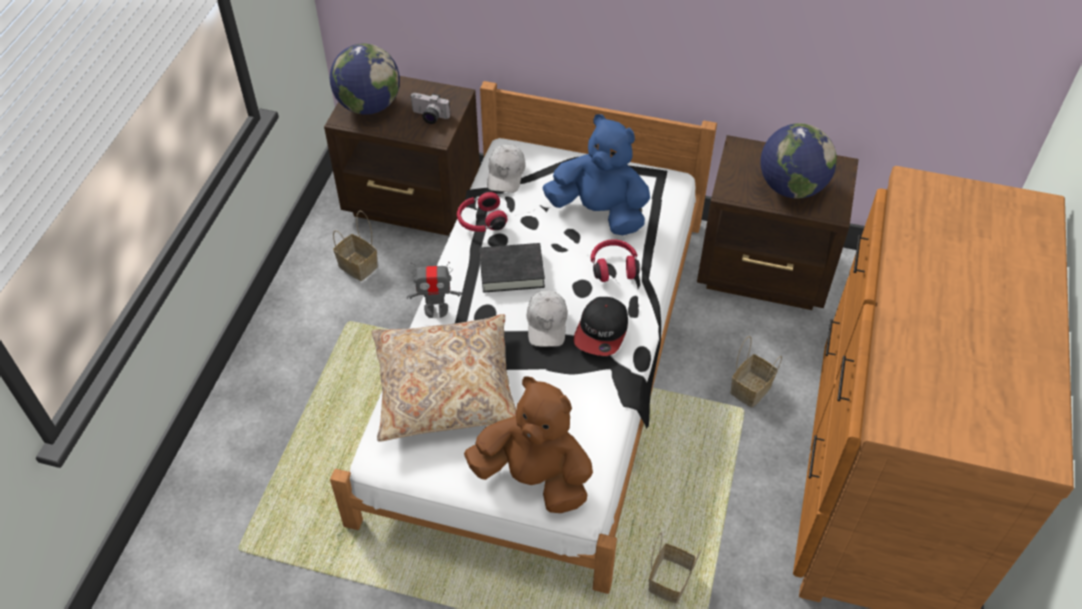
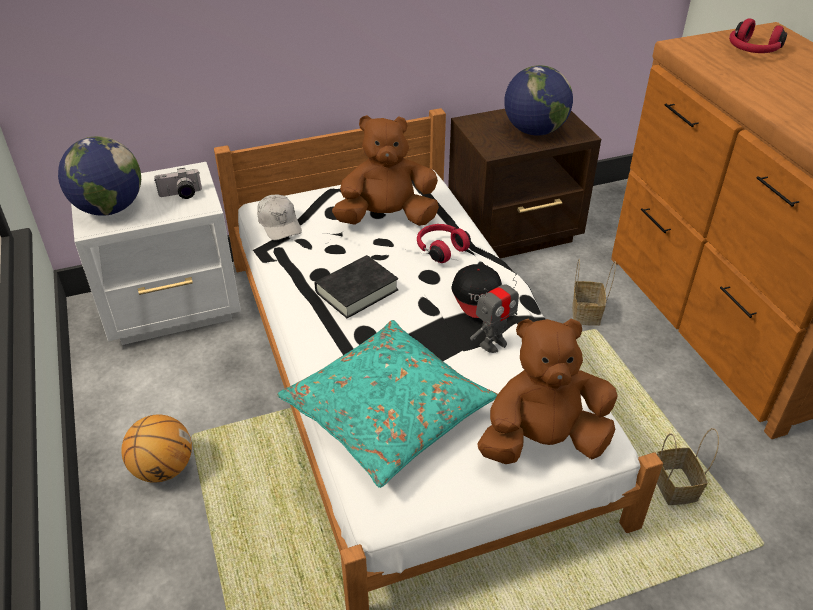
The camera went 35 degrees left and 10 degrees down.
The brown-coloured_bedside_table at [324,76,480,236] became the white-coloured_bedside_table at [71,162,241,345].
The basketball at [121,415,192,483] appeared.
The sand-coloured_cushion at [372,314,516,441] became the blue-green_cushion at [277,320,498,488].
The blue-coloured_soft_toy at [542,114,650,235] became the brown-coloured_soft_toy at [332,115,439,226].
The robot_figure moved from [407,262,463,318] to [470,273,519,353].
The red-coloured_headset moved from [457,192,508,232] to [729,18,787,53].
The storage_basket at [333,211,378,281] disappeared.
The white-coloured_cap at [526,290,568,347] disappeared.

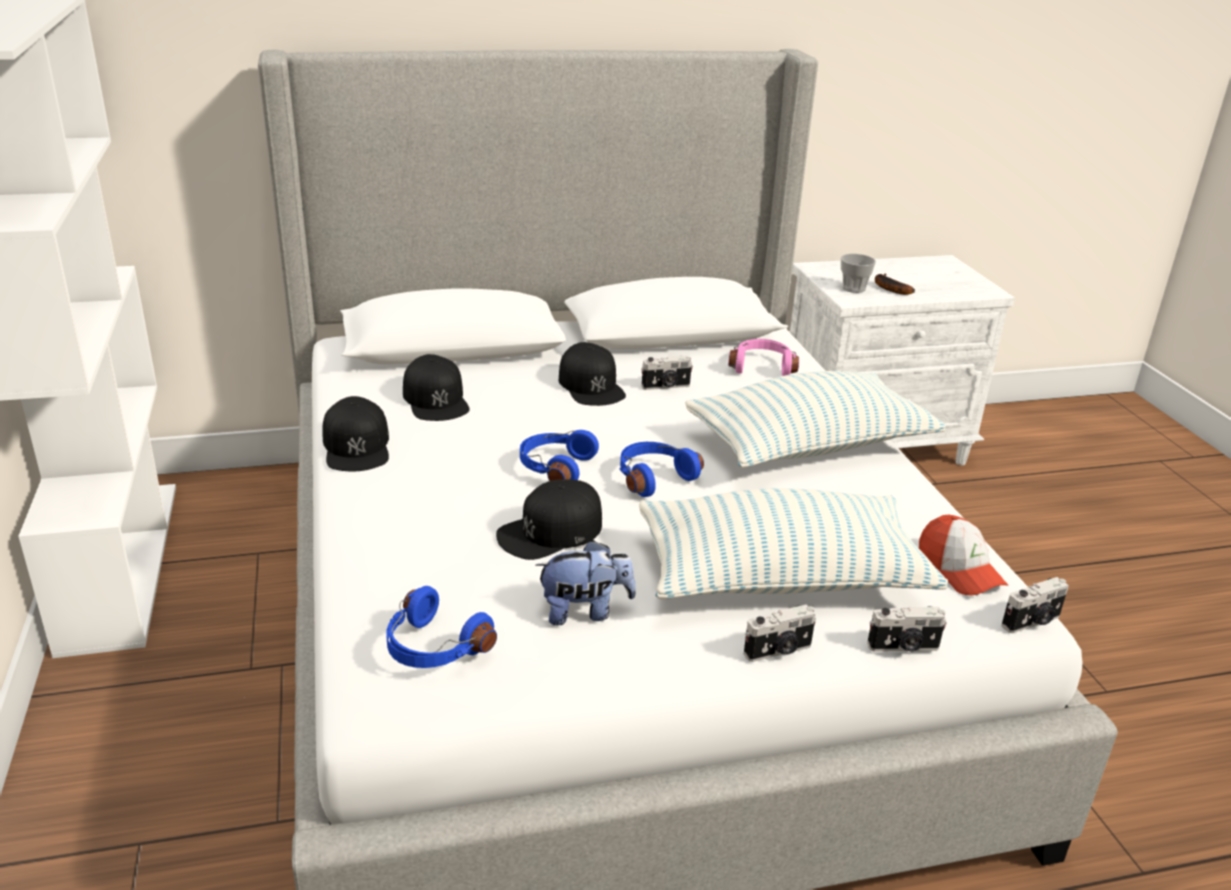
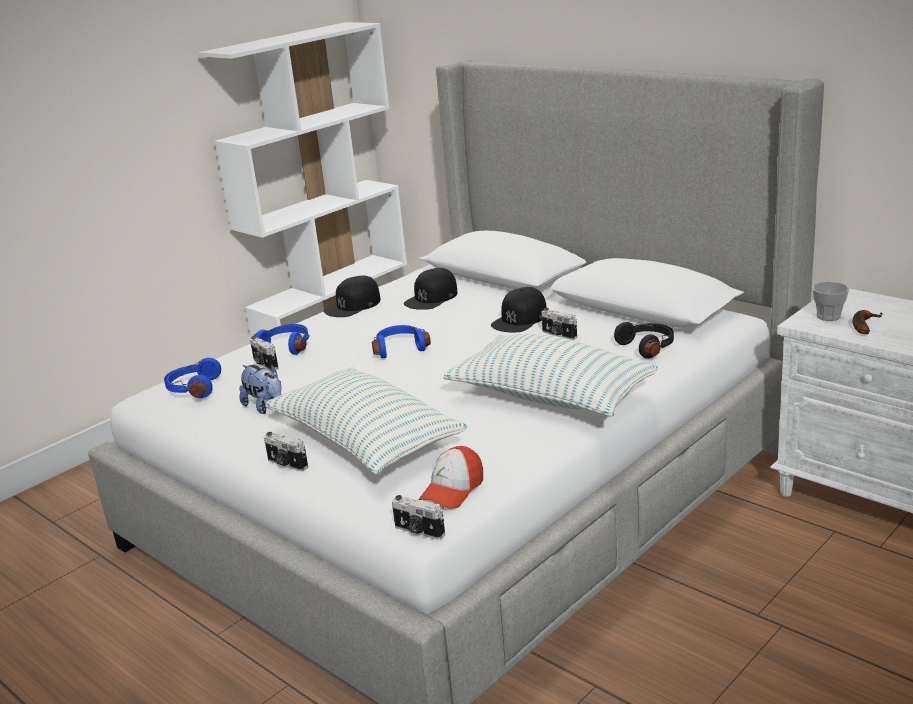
The camera went 60 degrees right and 5 degrees down.
The photo_camera moved from [867,606,947,652] to [250,336,278,371].
The blue-coloured_headset moved from [620,442,704,497] to [253,324,310,355].
The pink-coloured_headset at [728,339,799,376] became the blackish_headset at [614,322,674,359].
The blackish_cap at [496,480,602,560] disappeared.

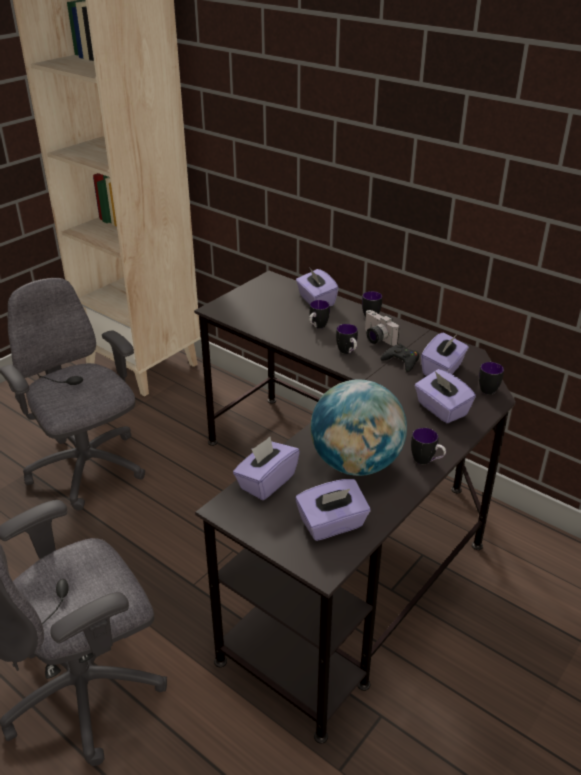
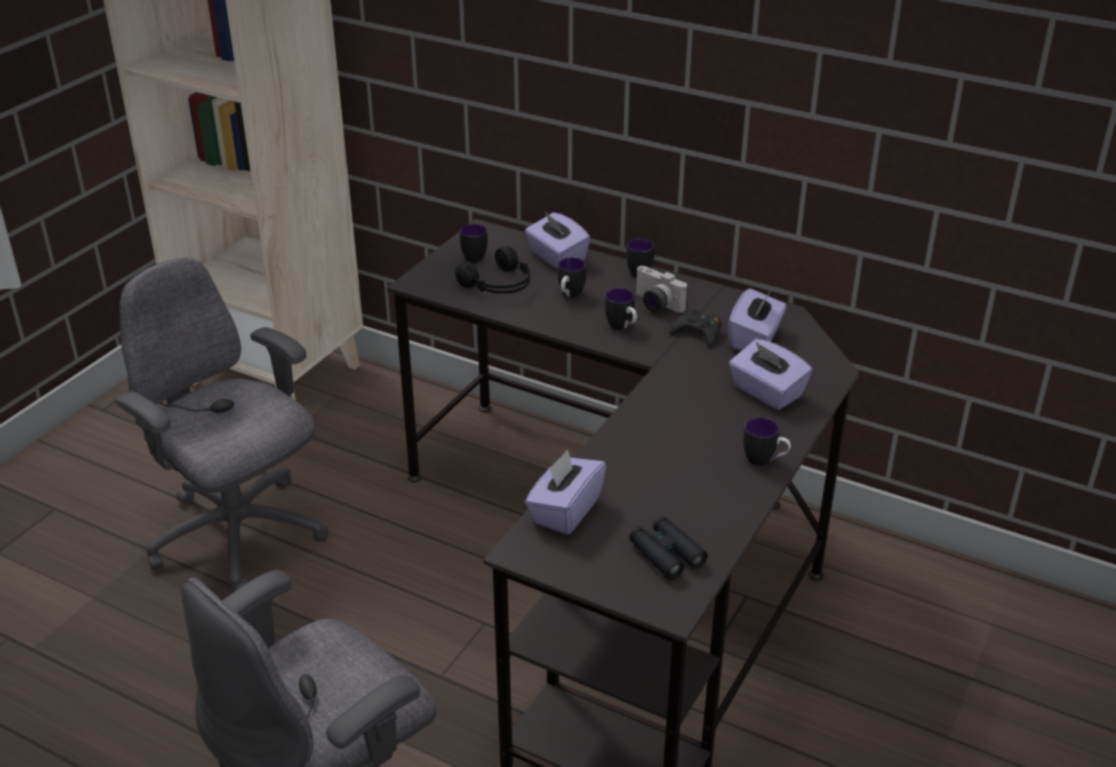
The camera went 10 degrees left and 0 degrees up.
The blackish_headset at [455,246,530,294] appeared.
The coffee_mug moved from [479,362,504,395] to [460,224,488,263].
The purple_tissue_holder at [295,479,371,541] was replaced by the blackish_pair_of_binoculars at [629,516,708,580].
The desk_globe at [310,379,407,476] disappeared.

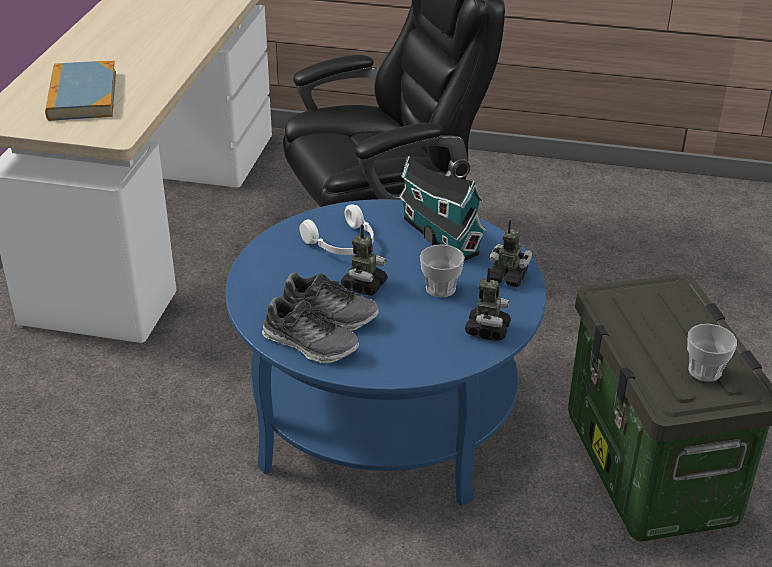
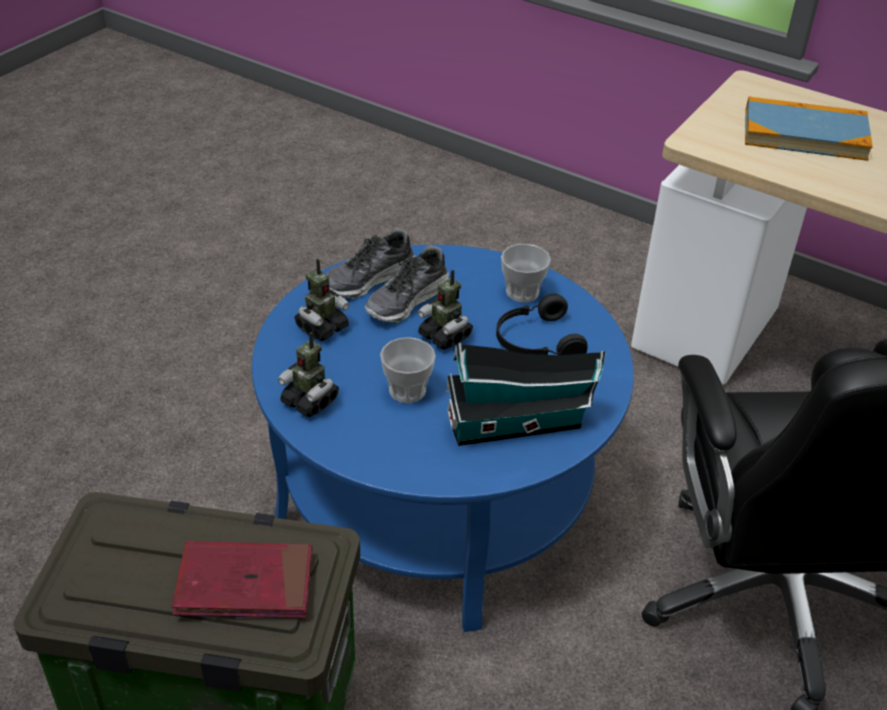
The camera went 110 degrees right and 5 degrees up.
The red-coloured_bound_book at [172,541,312,619] appeared.
The robot_figure moved from [490,220,532,287] to [295,258,350,341].
The white-coloured_headset at [300,205,374,255] became the blackish_headset at [496,293,588,355].
The cup moved from [687,324,737,382] to [501,244,551,303].

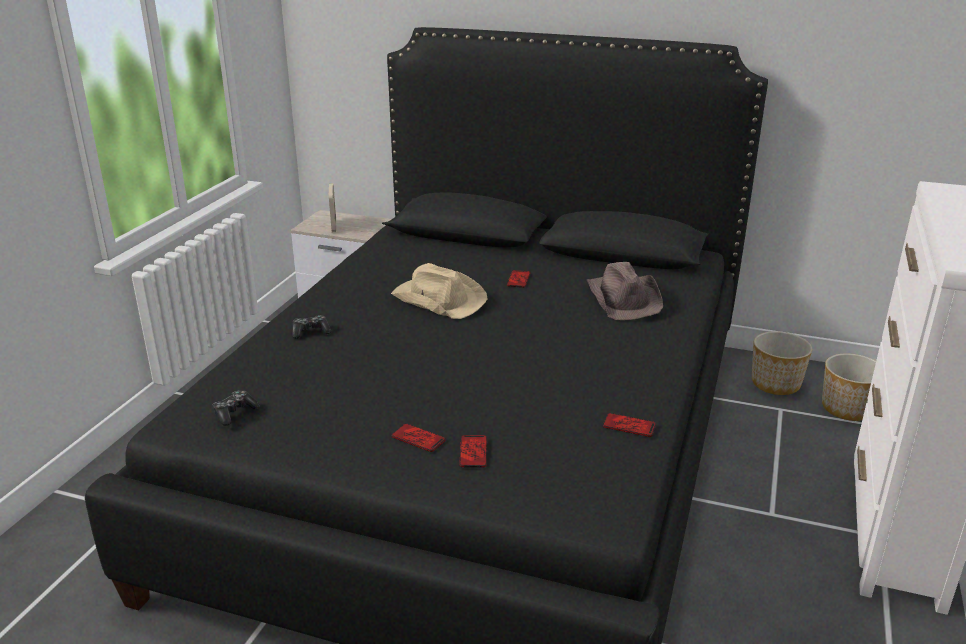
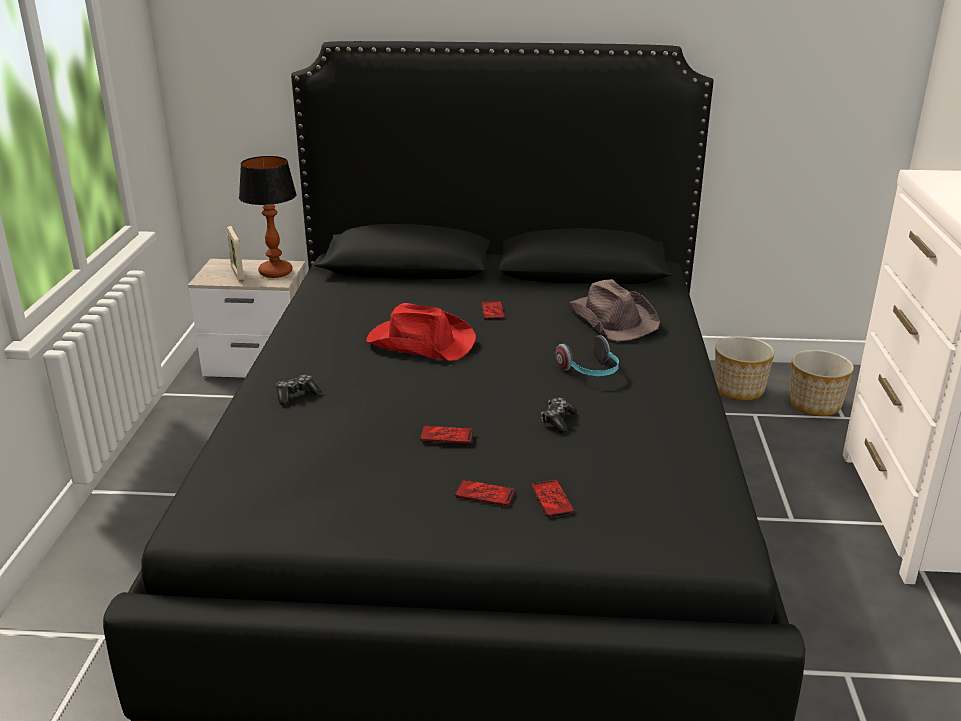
The camera went 15 degrees left and 0 degrees up.
The tabletop_lamp at [239,156,297,278] appeared.
The sand-coloured_wearable_hat at [391,263,488,319] became the red-coloured_wearable_hat at [366,303,476,361].
The handset moved from [603,413,656,437] to [420,426,474,444].
The joypad moved from [213,390,260,426] to [541,397,577,433].
The headset at [556,335,619,376] appeared.

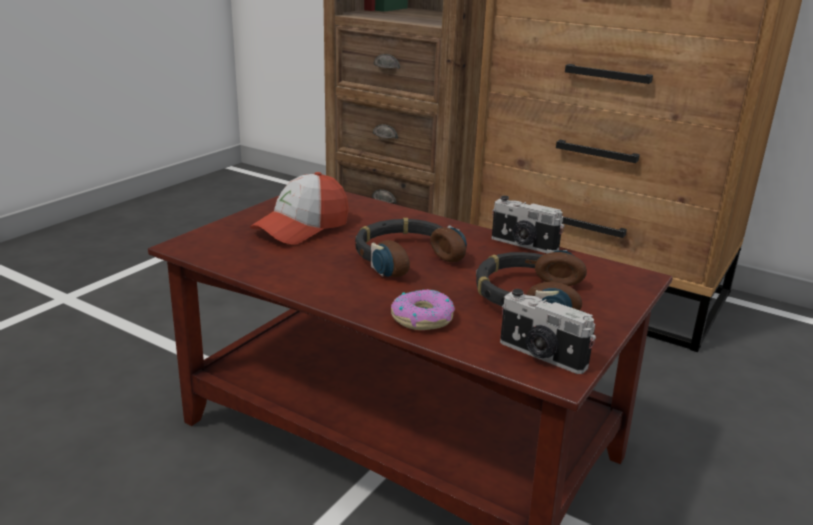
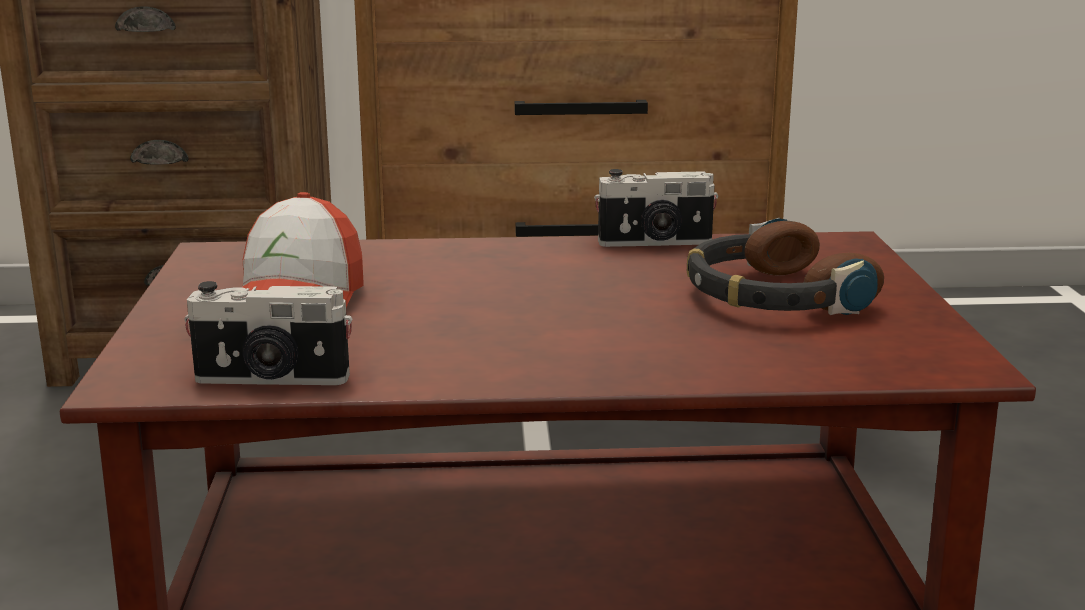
The camera went 35 degrees left and 5 degrees down.
The photo_camera moved from [500,289,596,374] to [184,281,352,385].
The headset at [355,218,467,277] disappeared.
The ring_doughnut at [391,289,455,330] disappeared.

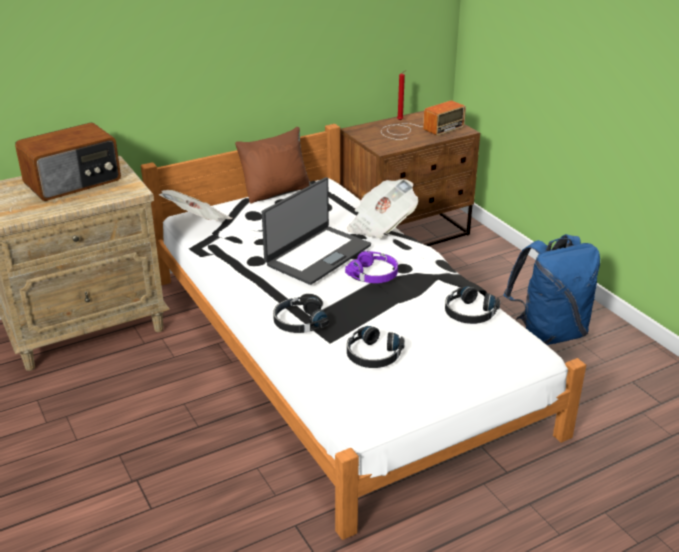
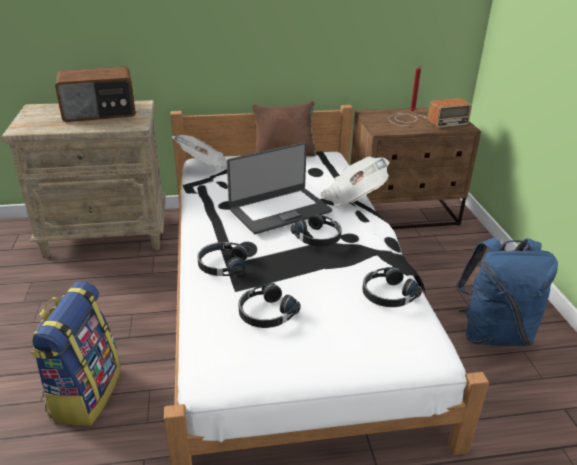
The camera went 20 degrees right and 0 degrees up.
The backpack at [30,281,121,426] appeared.
The purple_headset at [345,251,398,283] became the blackish_headset at [291,214,342,246].

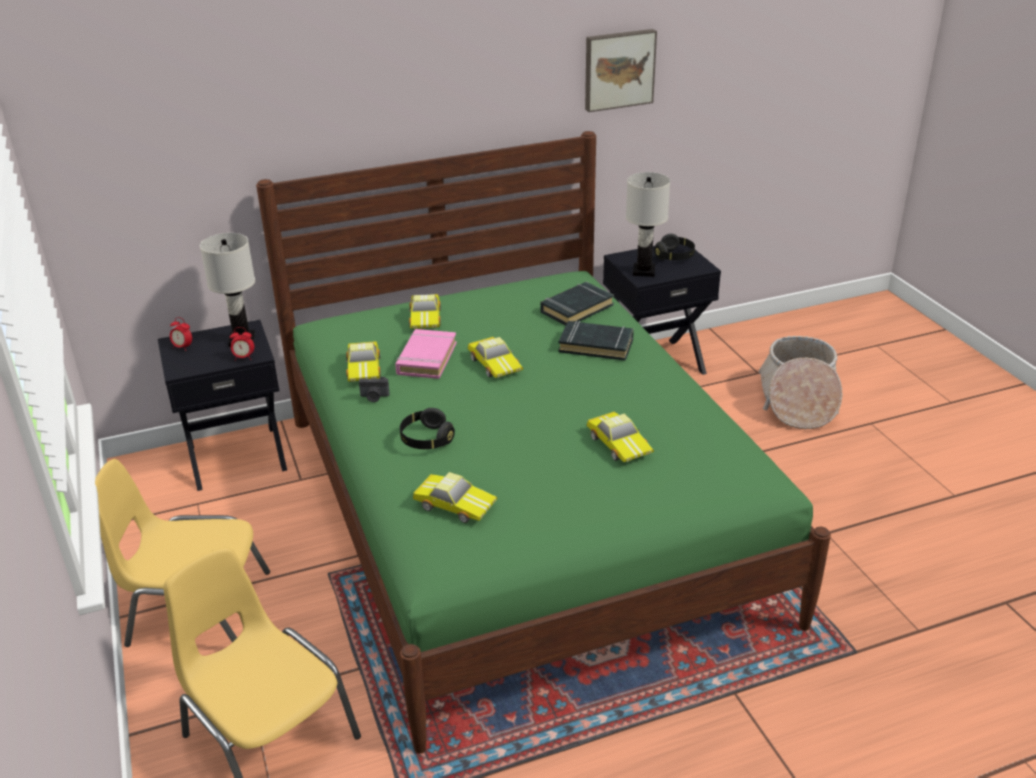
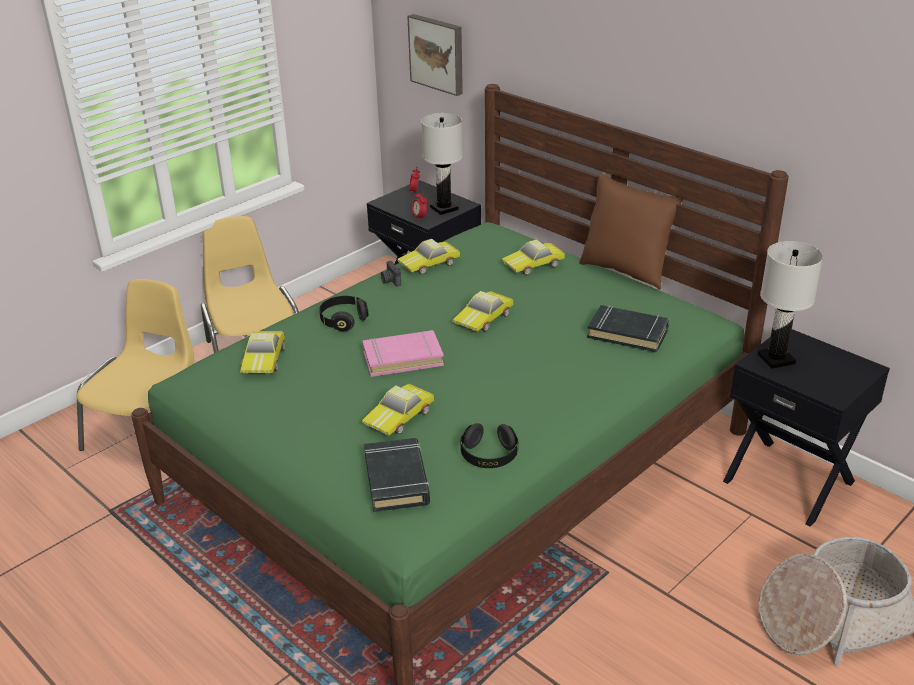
The camera went 65 degrees right and 0 degrees up.
The pink-coloured_bound_book moved from [395,329,457,379] to [362,330,444,377].
The blackish_bound_book moved from [559,321,634,361] to [364,438,430,512].
The wall_picture moved from [585,29,657,112] to [407,14,463,96].
The blackish_headset moved from [654,234,695,260] to [460,423,518,468].
The brown-coloured_cushion at [579,173,683,290] appeared.

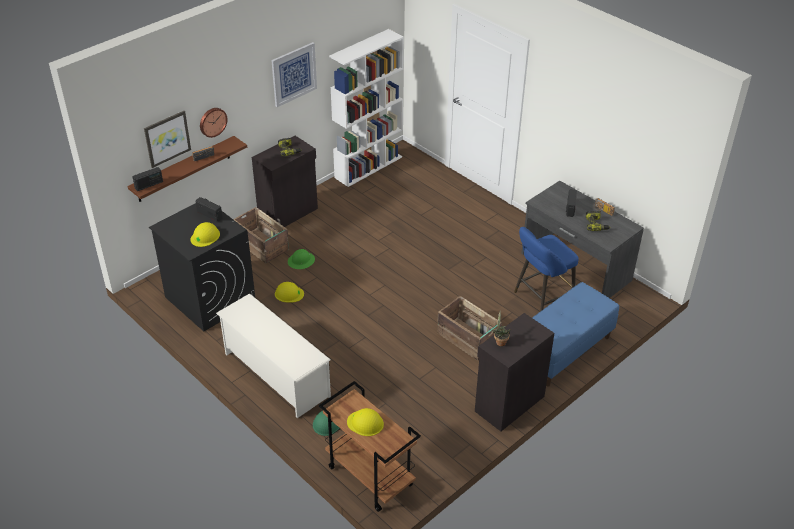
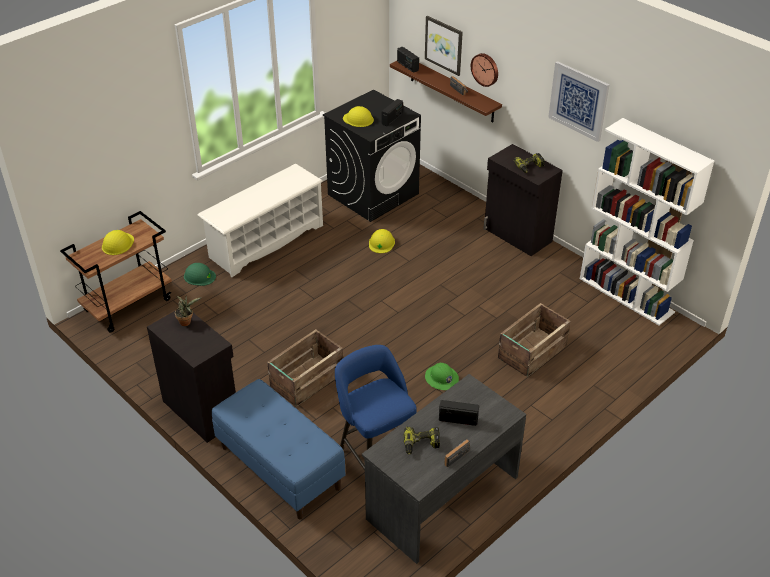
The camera went 90 degrees right and 0 degrees up.
The green_safety_helmet moved from [288,249,315,269] to [425,363,459,390].
The shipping_crate moved from [233,207,289,263] to [498,303,571,377].

